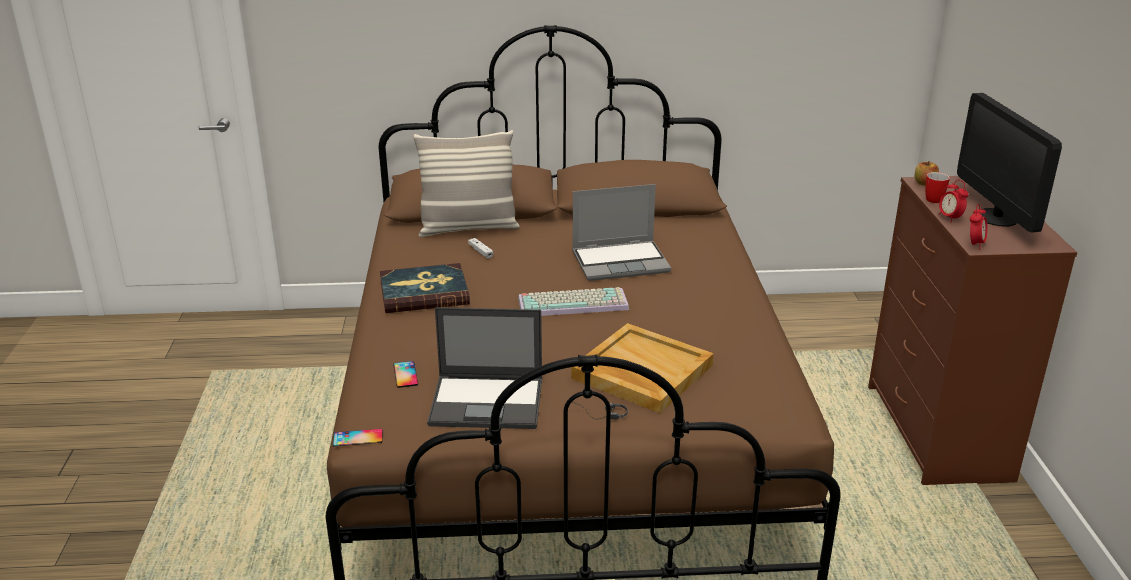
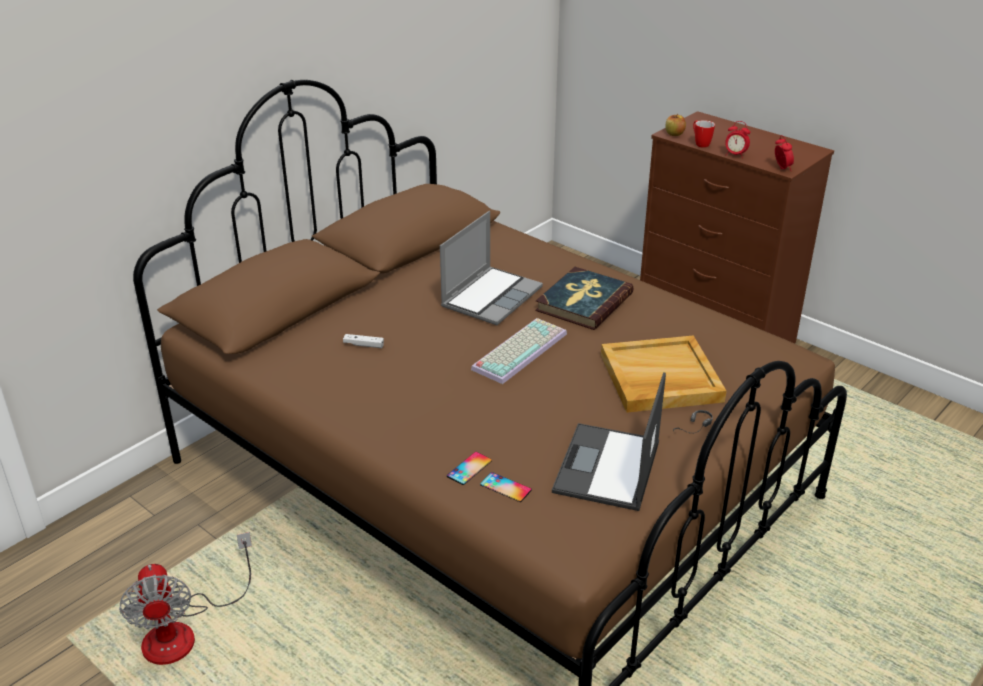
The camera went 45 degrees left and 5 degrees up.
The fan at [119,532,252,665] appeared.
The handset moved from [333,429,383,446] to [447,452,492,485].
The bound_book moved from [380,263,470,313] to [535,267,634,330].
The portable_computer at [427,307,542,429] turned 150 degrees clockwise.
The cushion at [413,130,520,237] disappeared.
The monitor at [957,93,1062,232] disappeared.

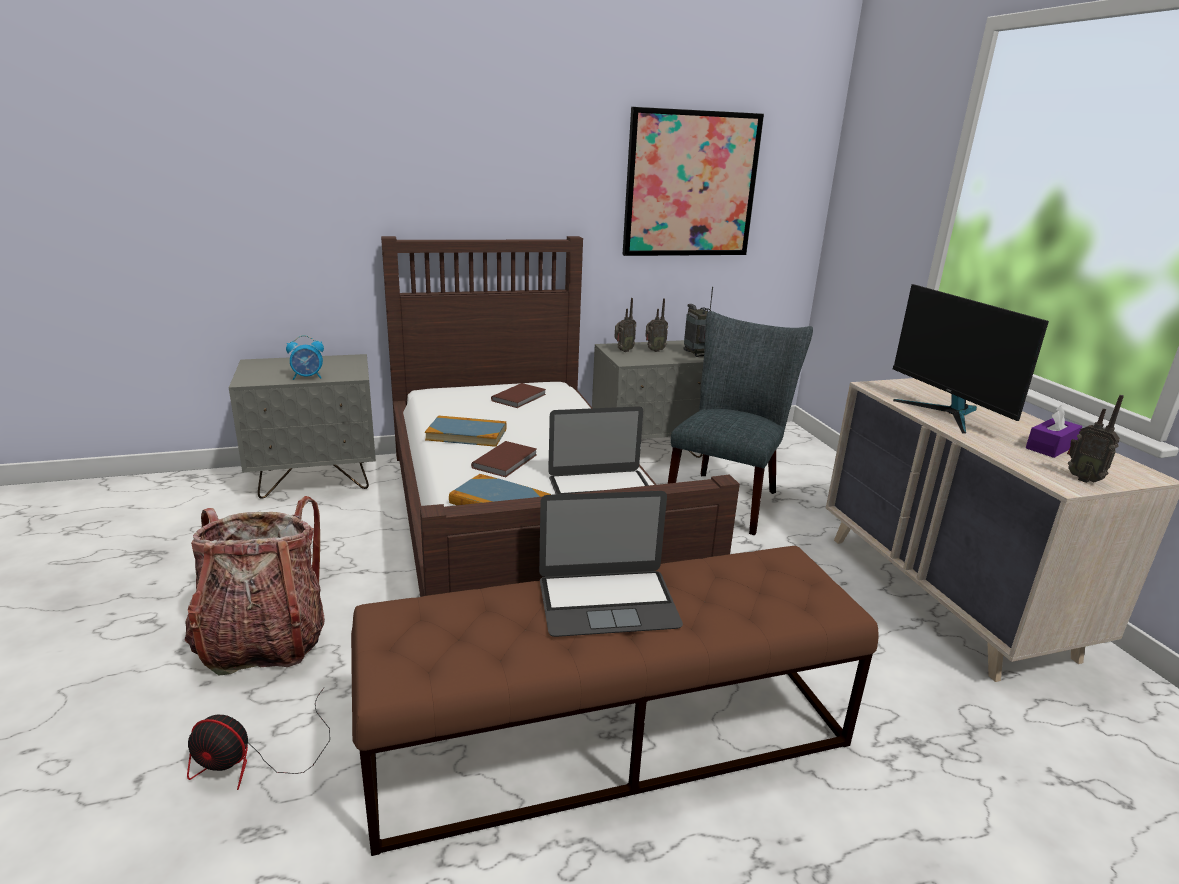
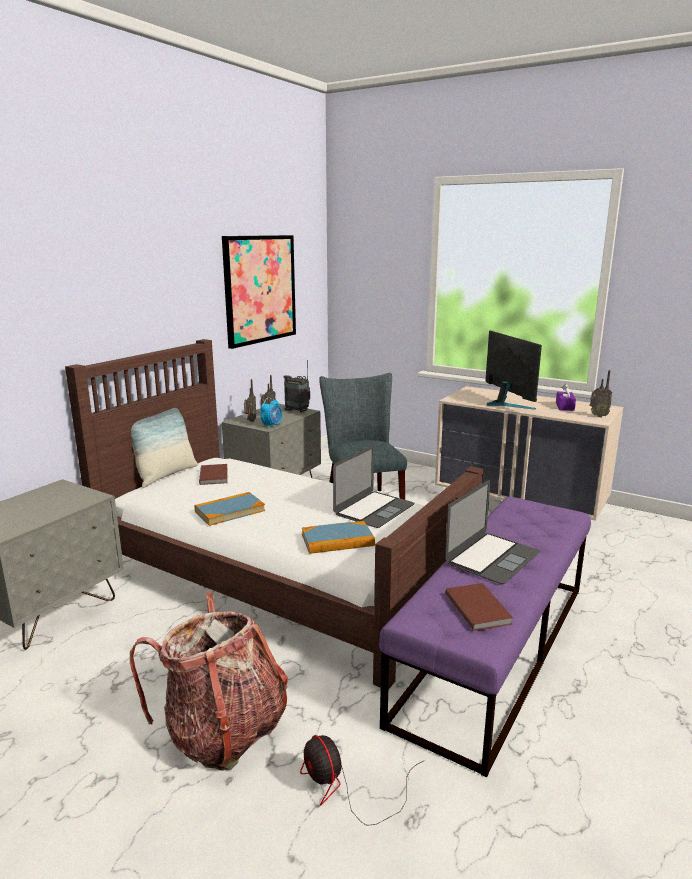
The camera went 40 degrees left and 5 degrees down.
The cushion at [131,408,198,488] appeared.
The bedside_clock moved from [286,335,324,380] to [260,397,282,429].
The fan at [187,688,330,790] turned 90 degrees clockwise.
The brown-coloured_bench at [351,546,879,856] became the purple_bench at [379,496,591,778].
The brown-coloured_bound_book moved from [471,441,537,477] to [445,583,513,631].
The monitor at [893,284,1049,433] turned 135 degrees counterclockwise.

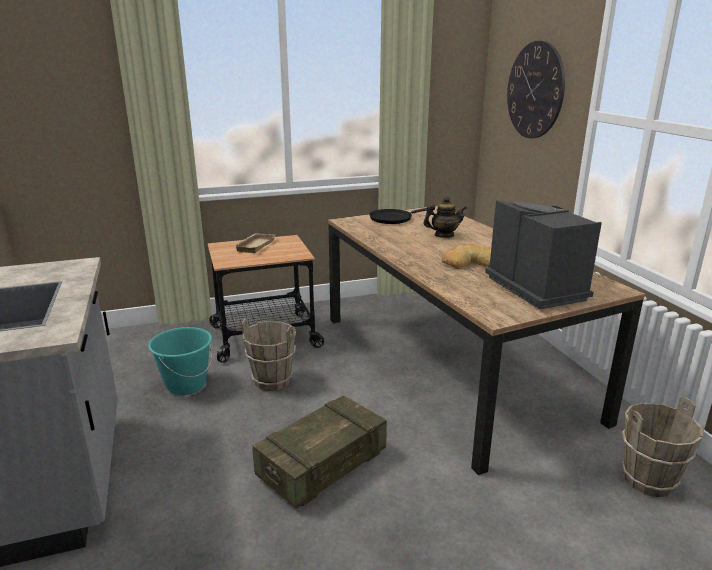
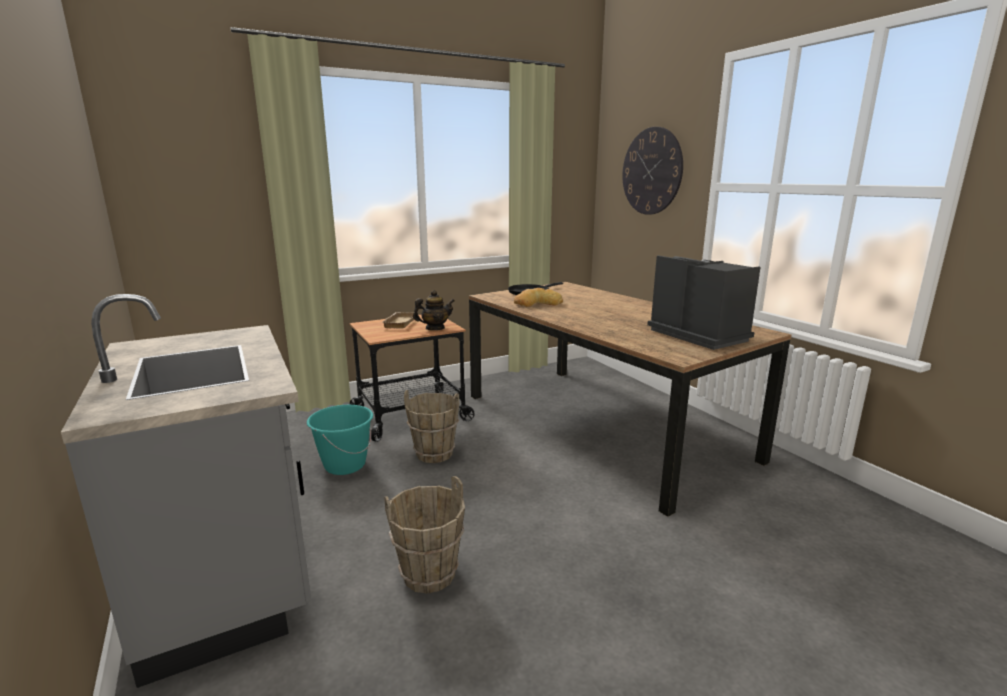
The camera went 10 degrees left and 5 degrees down.
The brown-coloured_pail moved from [622,397,703,497] to [384,476,465,594].
The tea_pot moved from [423,196,467,238] to [413,290,454,330].
The baked_bread moved from [442,244,491,269] to [514,288,563,307].
The shipping_crate at [252,395,387,509] disappeared.

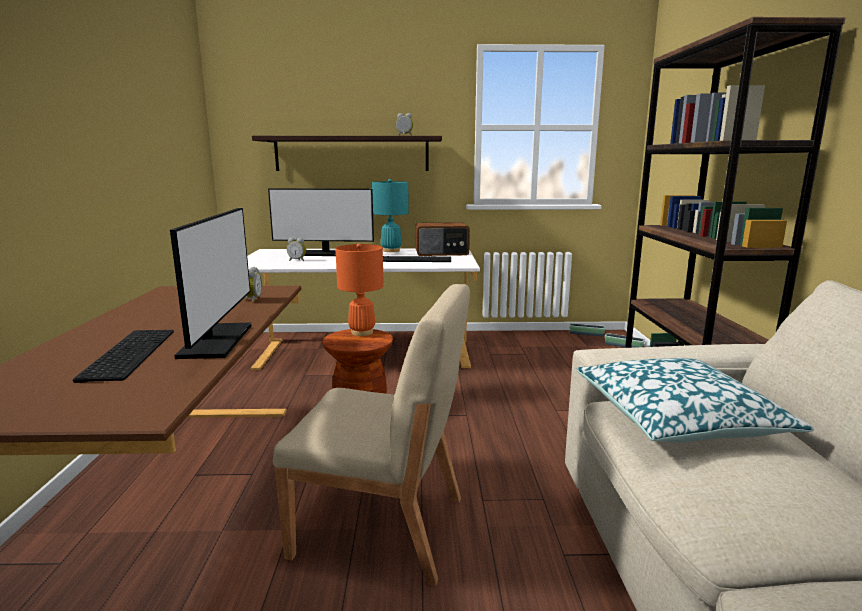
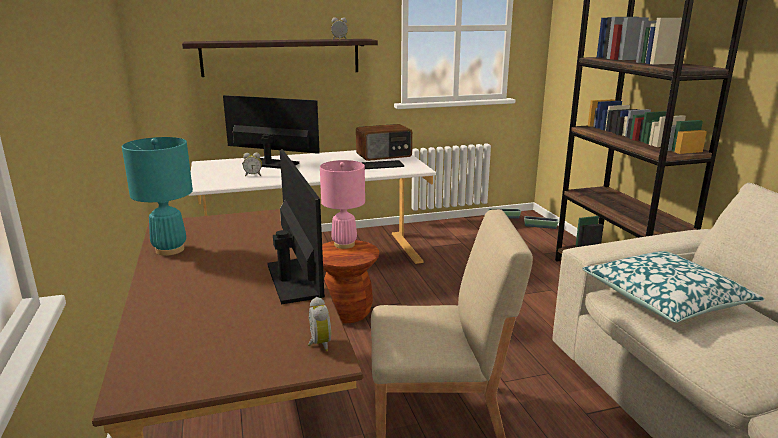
The camera went 15 degrees left and 5 degrees up.
The blue-green_tabletop_lamp moved from [372,179,409,252] to [122,137,193,256].
The monitor at [268,188,374,256] turned 150 degrees counterclockwise.
The bedside_clock moved from [245,267,262,302] to [308,297,331,351].
The orangey_tabletop_lamp at [335,244,384,336] became the pink-coloured_tabletop_lamp at [320,160,365,249].
The computer_keyboard at [73,330,174,383] disappeared.

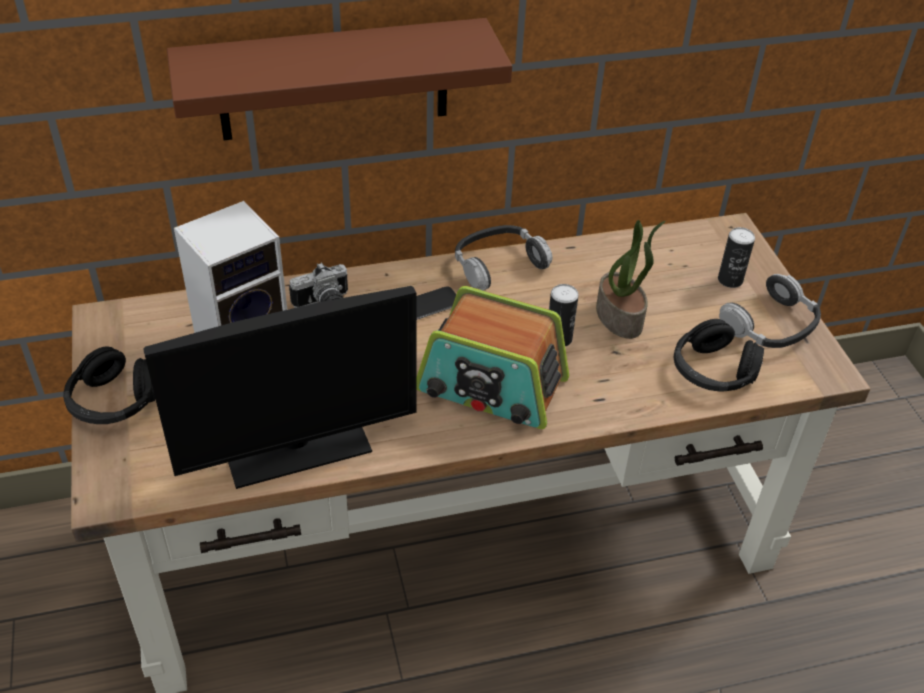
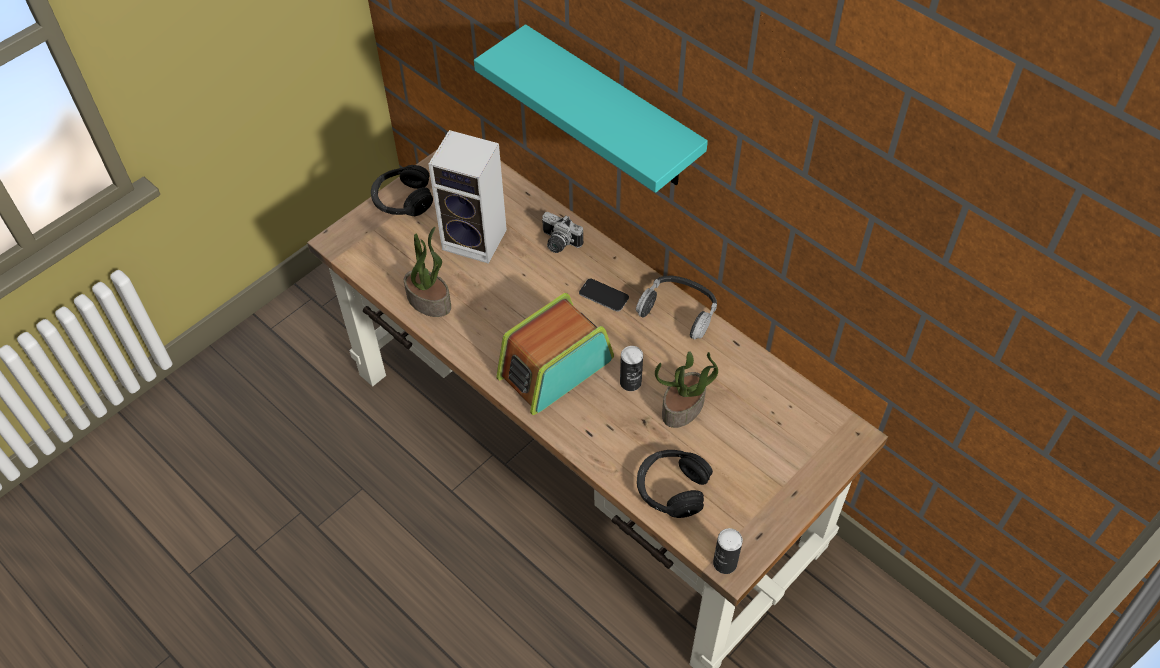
The camera went 60 degrees right and 10 degrees up.
The monitor at [143,286,416,489] was replaced by the plant_in_a_pot at [404,227,451,317].
The brown-coloured_wall_shelf at [167,18,512,140] became the blue-green_wall_shelf at [474,24,708,193].
The radio_receiver at [416,286,569,429] turned 60 degrees clockwise.
The can moved from [718,227,755,288] to [713,528,743,574].
The headset at [719,274,821,348] disappeared.

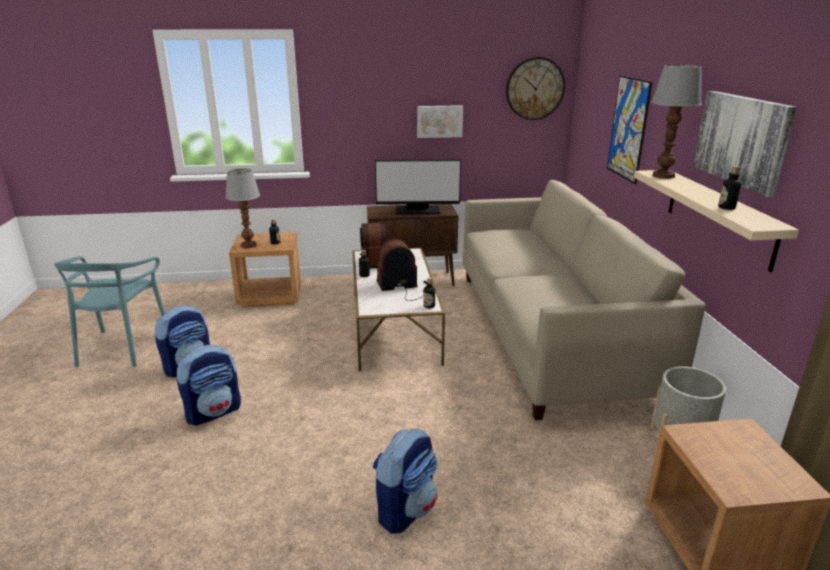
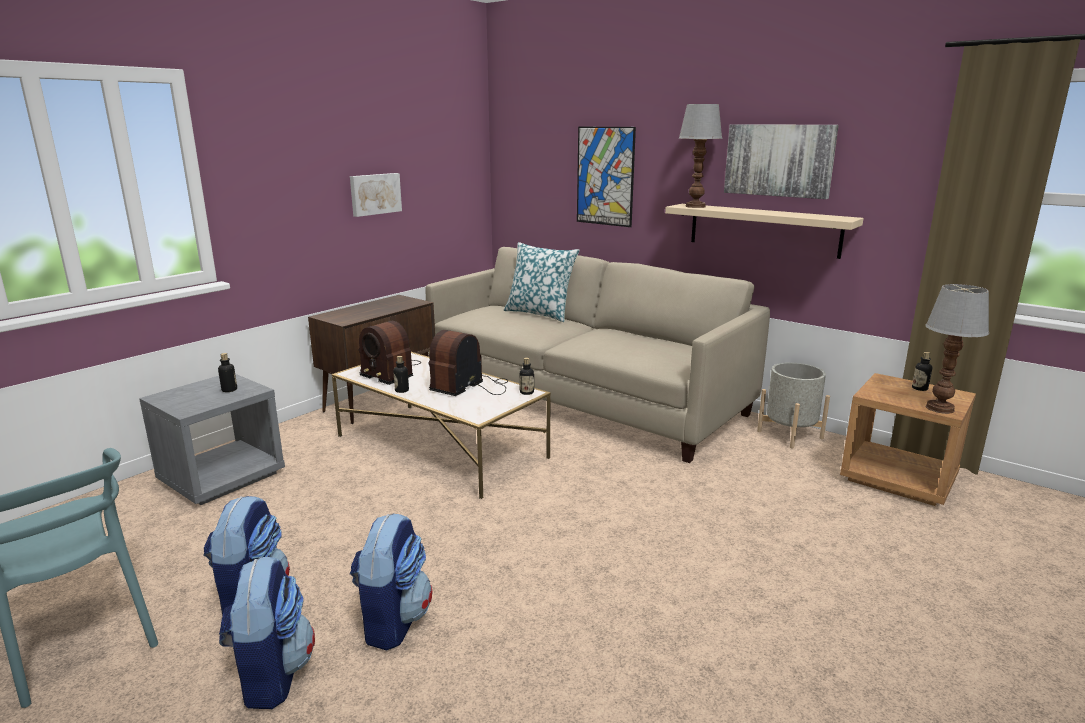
The camera went 45 degrees left and 5 degrees down.
The brown-coloured_bedside_table at [229,232,301,307] became the greyish_bedside_table at [139,374,285,505].
The backpack moved from [373,428,437,534] to [219,557,315,709].
The cushion at [504,242,579,322] appeared.
The beverage_bottle moved from [718,166,741,210] to [912,352,932,391].
The tabletop_lamp moved from [225,168,260,248] to [925,284,989,414].
The monitor at [375,159,461,215] disappeared.
The wall_clock at [506,57,565,120] disappeared.

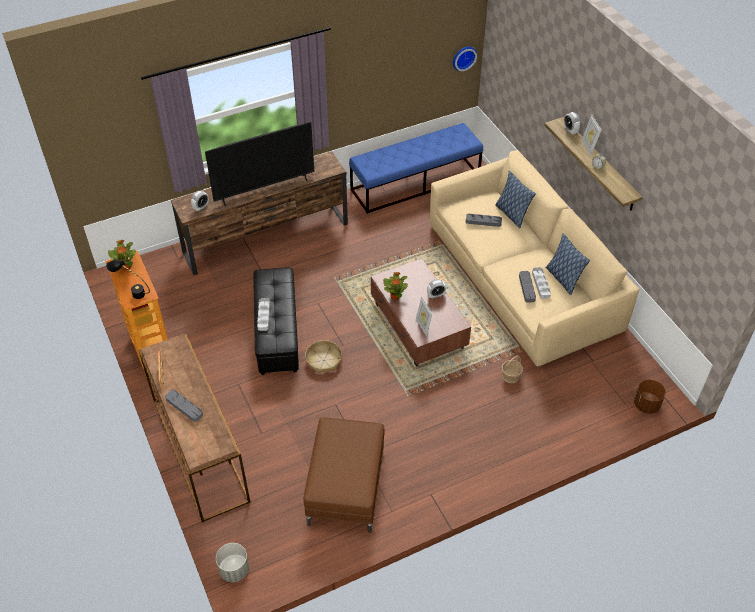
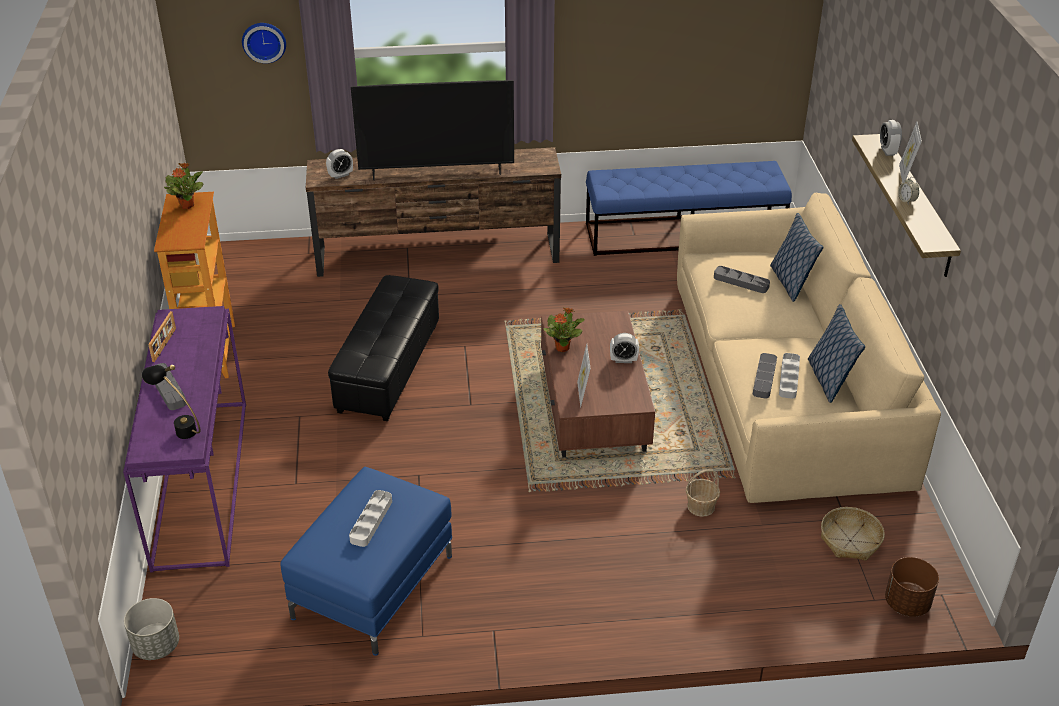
The camera went 20 degrees right and 10 degrees down.
The brown-coloured_console_table at [139,334,251,523] became the purple_console_table at [123,306,246,573].
The blackish_tabletop_lamp moved from [106,257,150,299] to [142,365,201,439].
The wall_clock moved from [453,47,477,71] to [242,23,286,63].
The brown-coloured_footrest at [304,417,384,533] became the blue-coloured_footrest at [280,467,452,656].
The greyish_serving_tray moved from [257,298,270,331] to [349,490,392,547].
The storage_basket moved from [305,340,342,373] to [821,507,885,561].

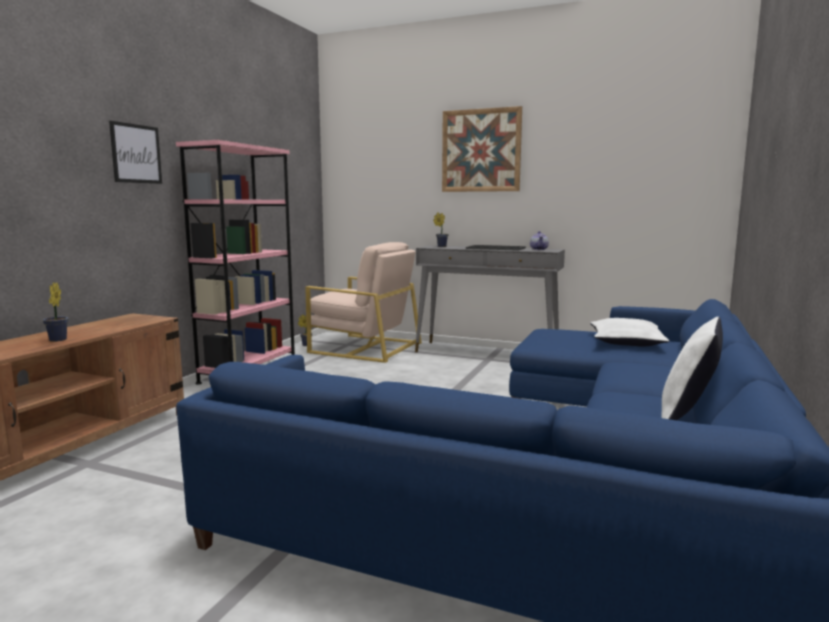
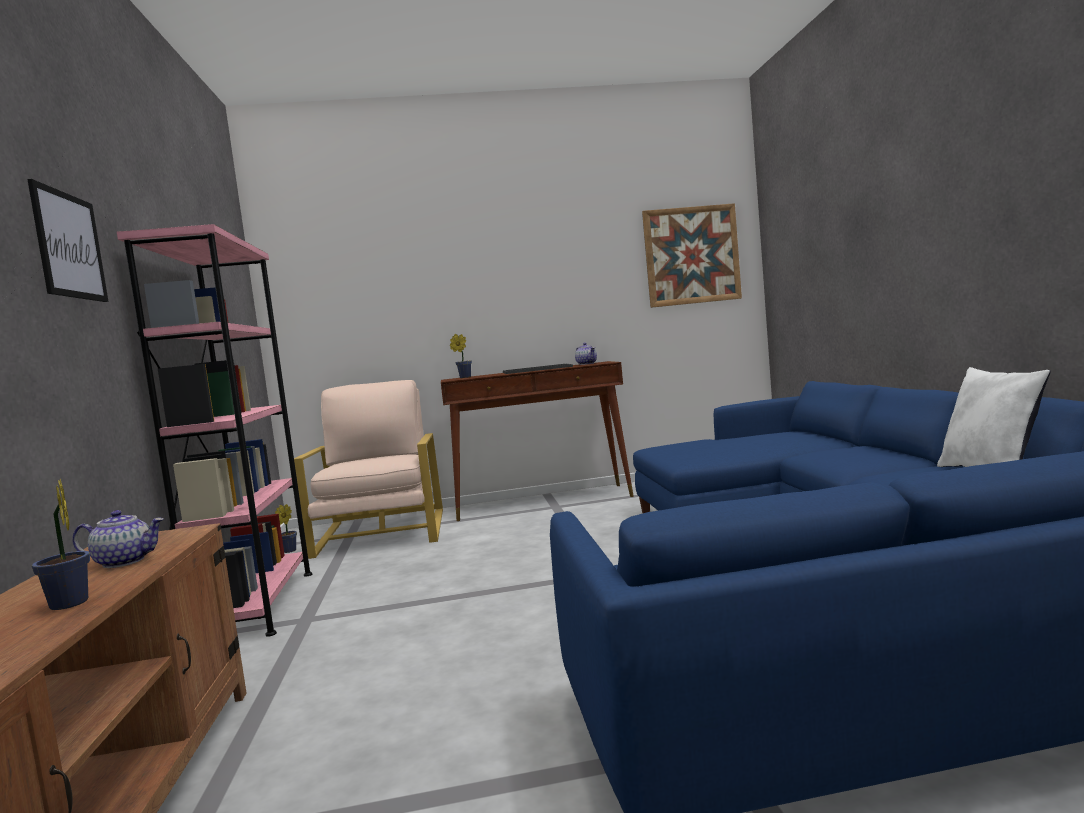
The camera went 30 degrees left and 5 degrees down.
The tea_pot at [72,510,164,568] appeared.
The sand-coloured_easy_chair at [305,242,422,363] turned 90 degrees counterclockwise.
The greyish_console_table at [415,245,565,352] became the brown-coloured_console_table at [441,361,634,521].
The wall_picture moved from [442,106,522,192] to [642,203,742,308].
The white-coloured_cushion at [590,318,670,346] disappeared.

